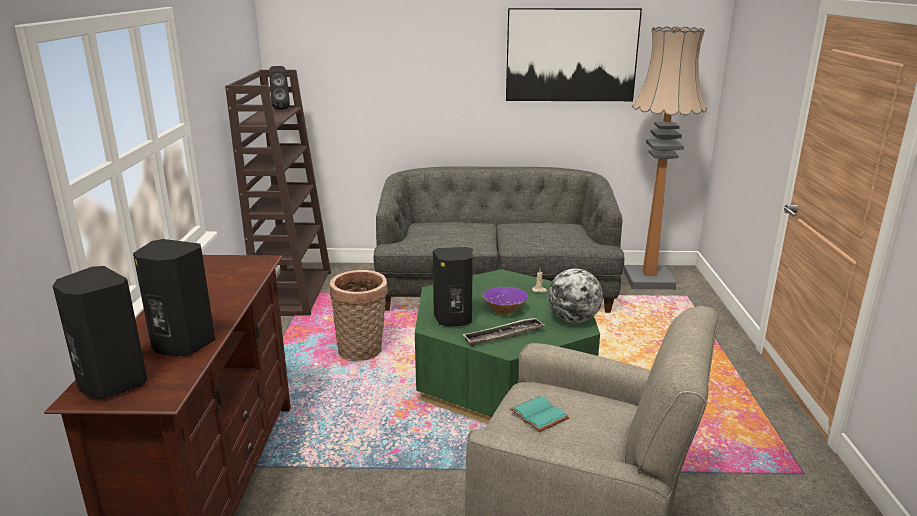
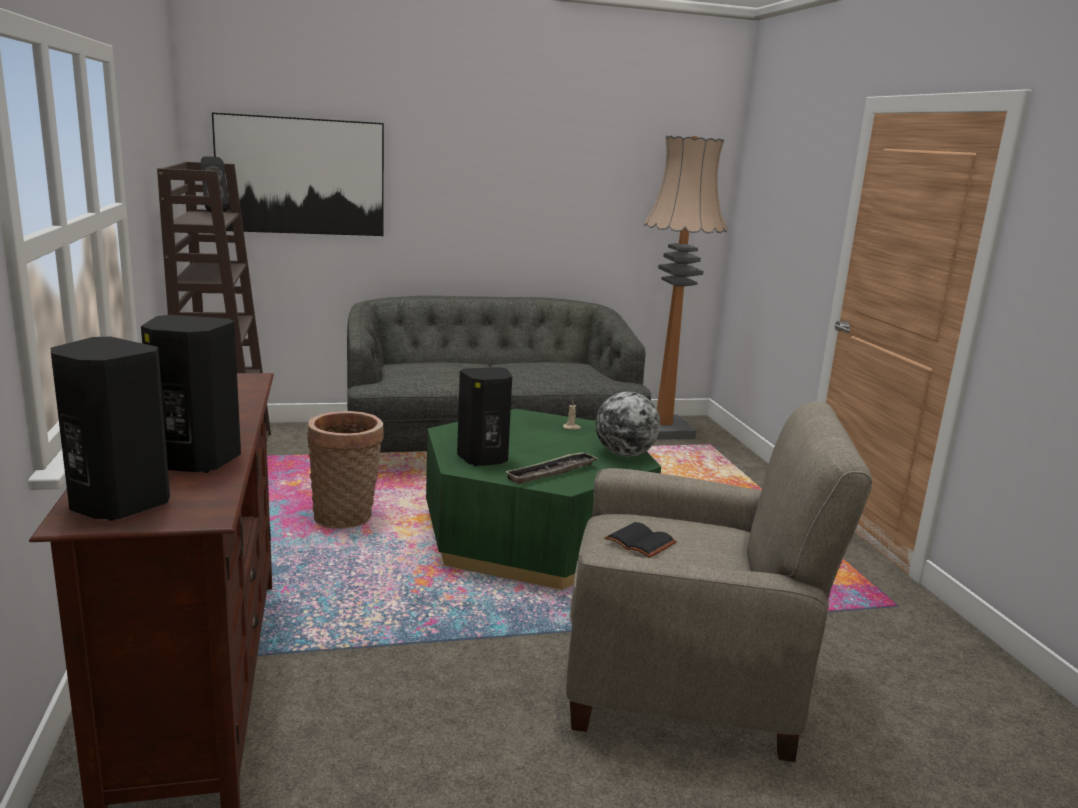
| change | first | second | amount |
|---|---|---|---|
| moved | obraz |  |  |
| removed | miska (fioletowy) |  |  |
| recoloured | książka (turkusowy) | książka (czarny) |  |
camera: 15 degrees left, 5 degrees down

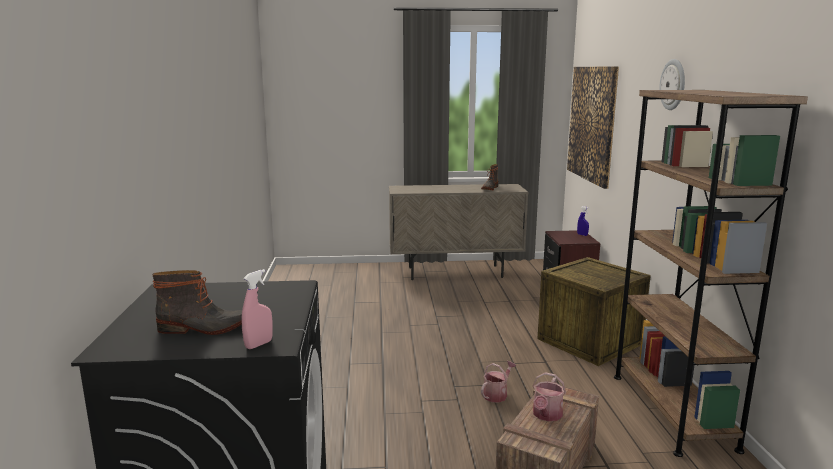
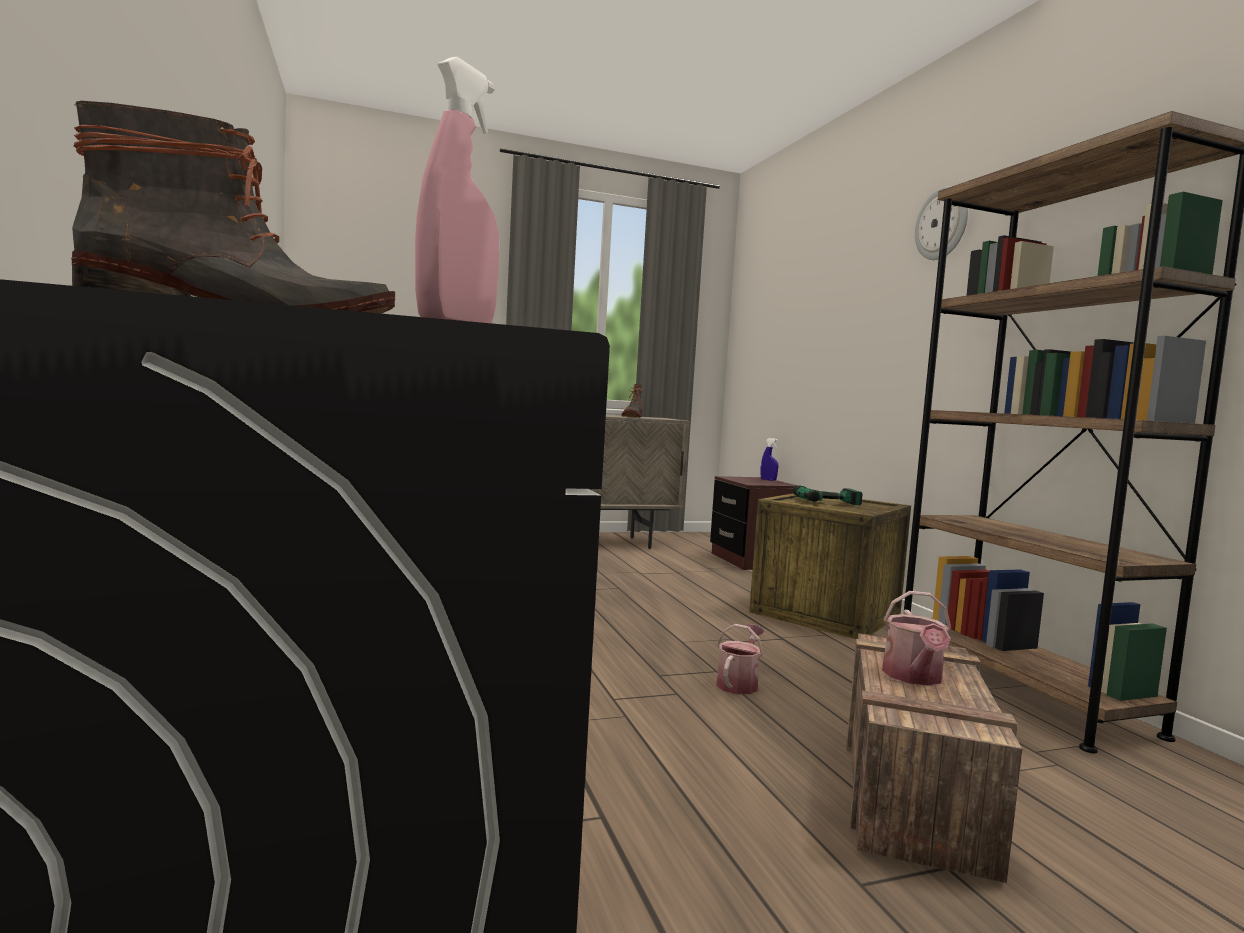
| change | first | second | amount |
|---|---|---|---|
| removed | obraz |  |  |
| added |  | wiertarka |  |
camera: 15 degrees left, 10 degrees down

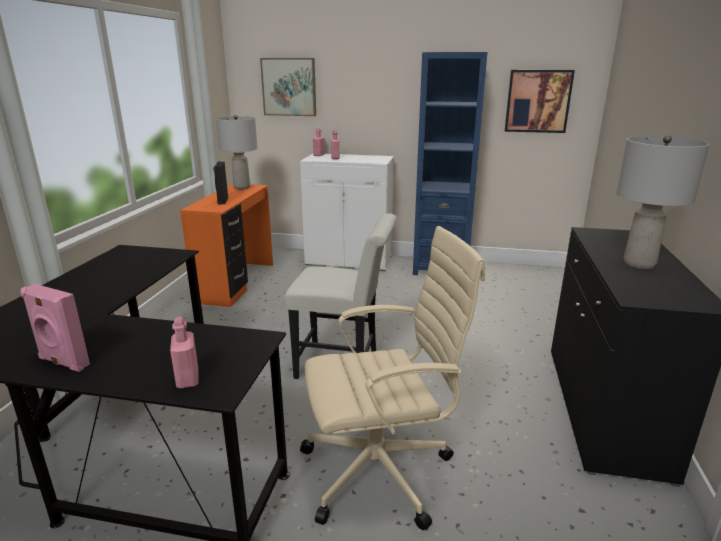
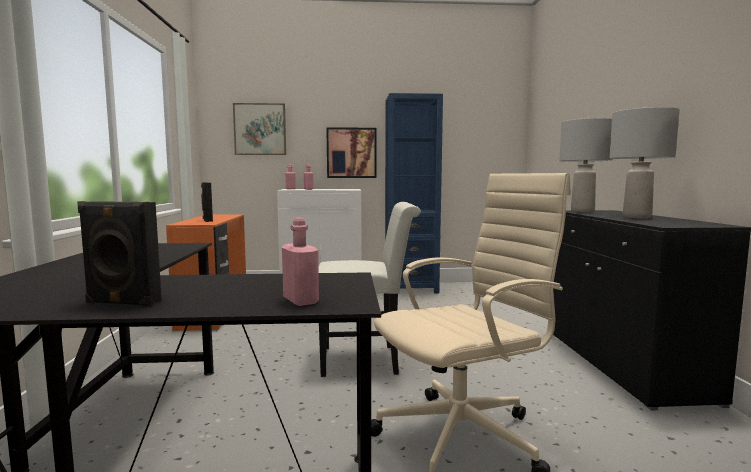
| change | first | second | amount |
|---|---|---|---|
| moved | obraz (2nd from left) |  |  |
| moved | lampa stołowa (szary) (1st from left) |  |  |
| recoloured | głośnik (różowy) | głośnik (czarny) (1st from left) |  |
camera: 15 degrees left, 15 degrees down

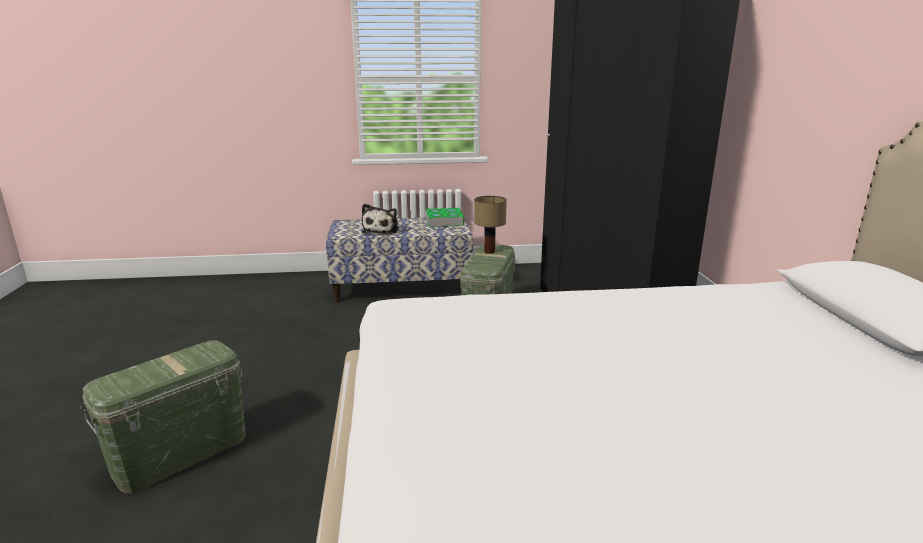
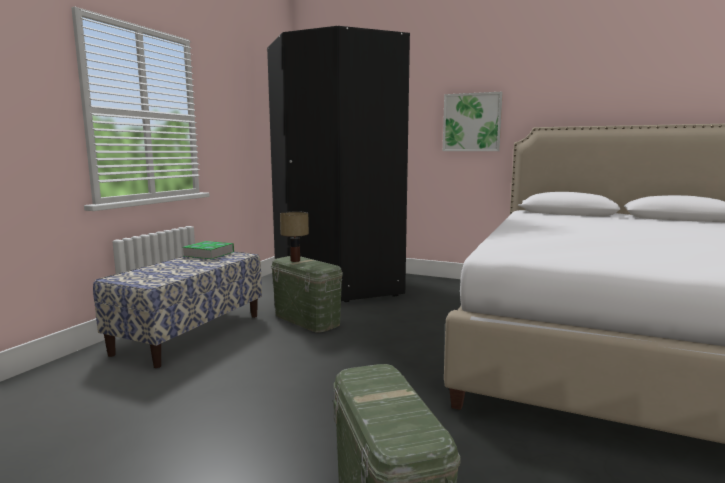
| change | first | second | amount |
|---|---|---|---|
| removed | pluszak |  |  |
| added |  | obraz |  |
camera: 60 degrees left, 10 degrees down

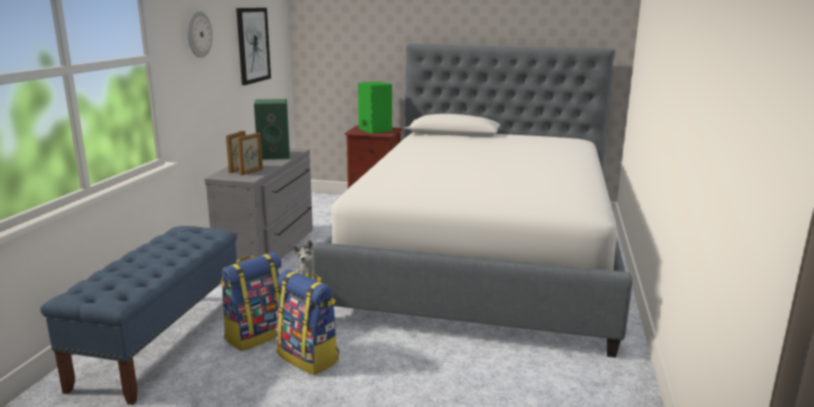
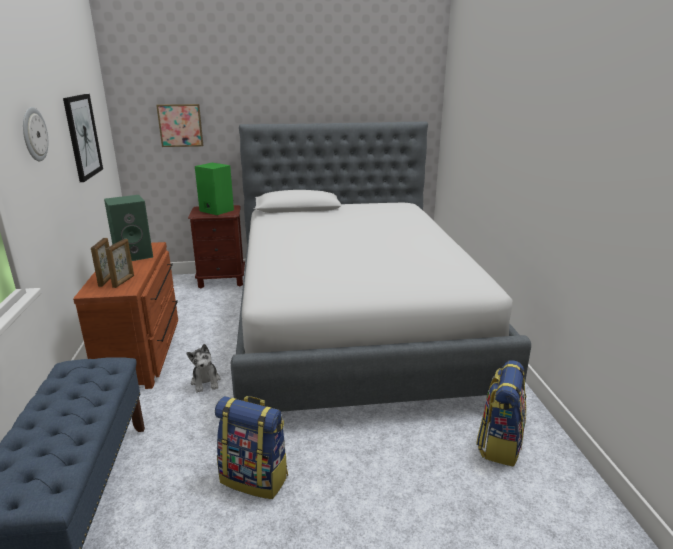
| change | first | second | amount |
|---|---|---|---|
| recoloured | komoda (szary) | komoda (brązowy) |  |
| moved | plecak (1st from left in the first image) | plecak (2nd from left) |  |
| added |  | obraz (2nd from left) |  |
camera: 20 degrees left, 5 degrees up

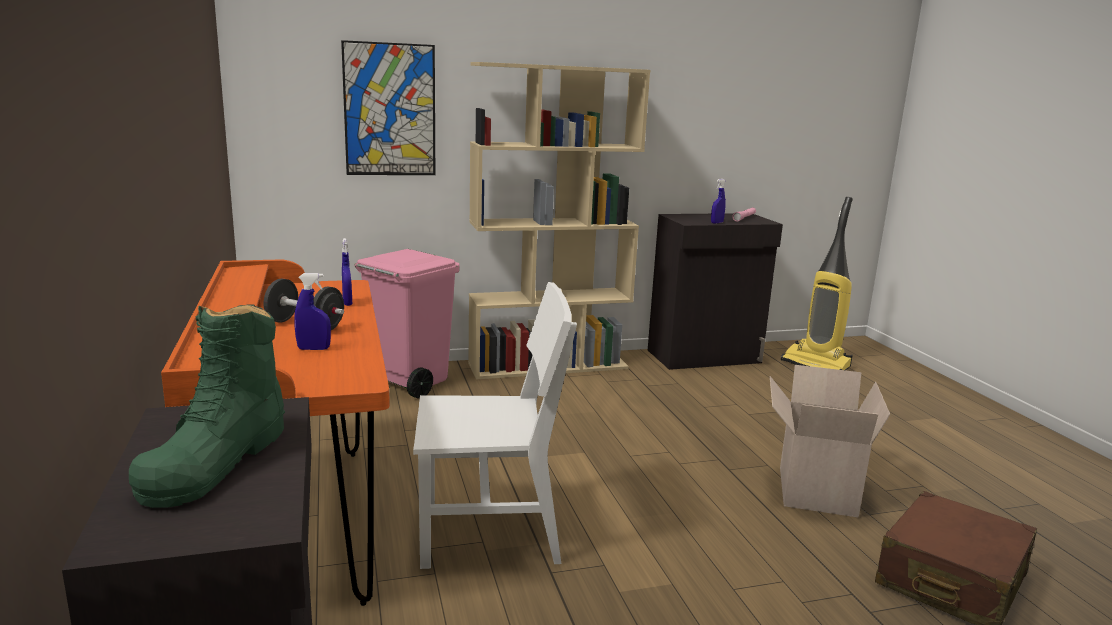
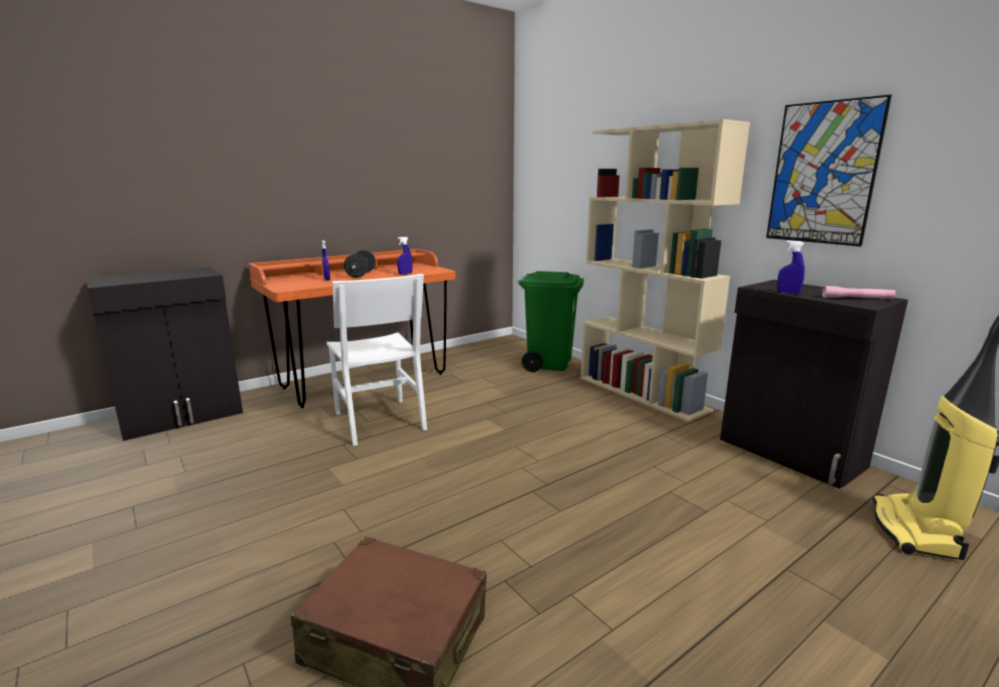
| change | first | second | amount |
|---|---|---|---|
| moved | obraz |  |  |
| recoloured | kosz na śmieci (różowy) | kosz na śmieci (zielony) |  |
| removed | but z cholewką (zielony) |  |  |
| removed | karton |  |  |
camera: 70 degrees right, 0 degrees up

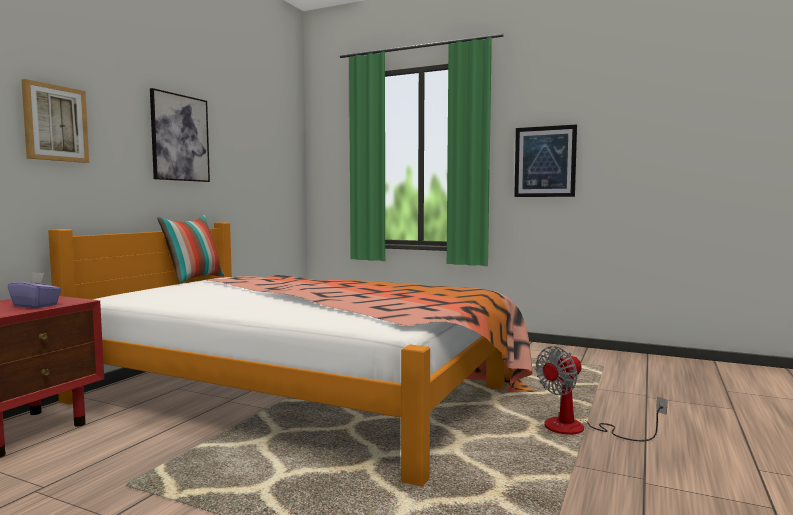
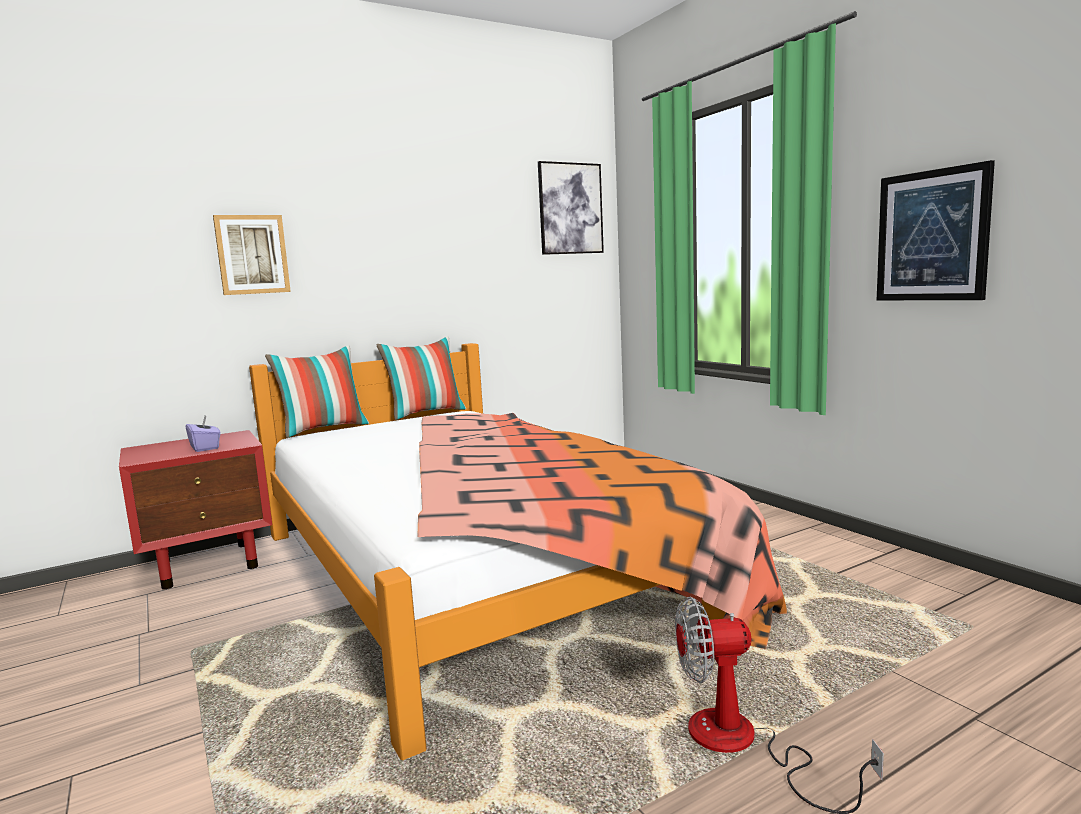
| change | first | second | amount |
|---|---|---|---|
| moved | obraz (2nd from left) |  |  |
| added |  | poduszka (1st from left) |  |
camera: 35 degrees right, 5 degrees up

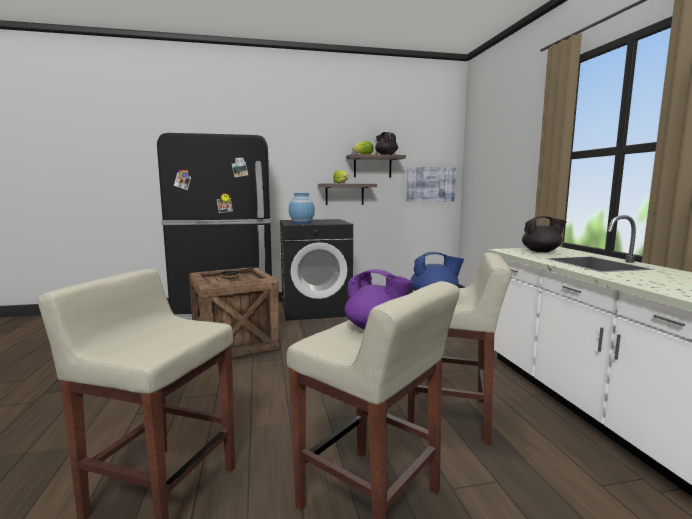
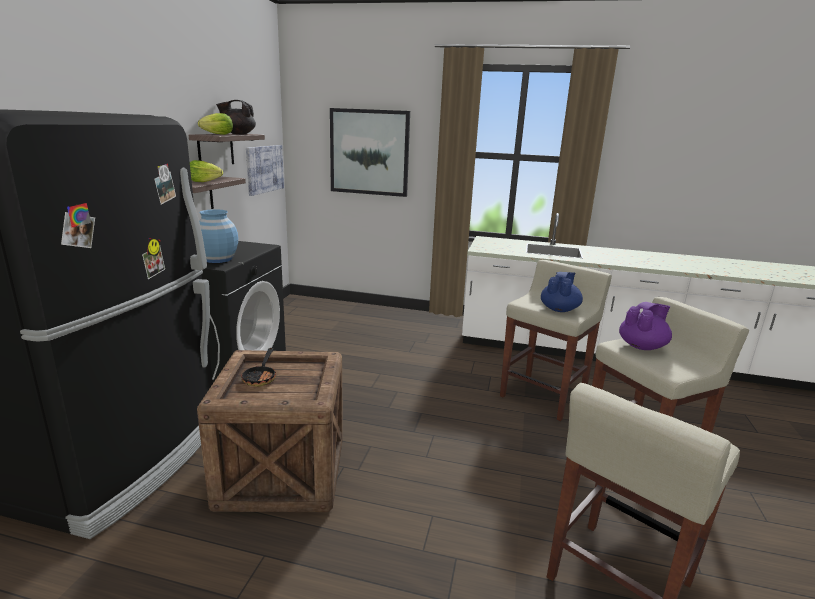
| change | first | second | amount |
|---|---|---|---|
| removed | imbryk (czarny) (2nd from left) |  |  |
| added |  | obraz (2nd from left) |  |
camera: 65 degrees left, 10 degrees up

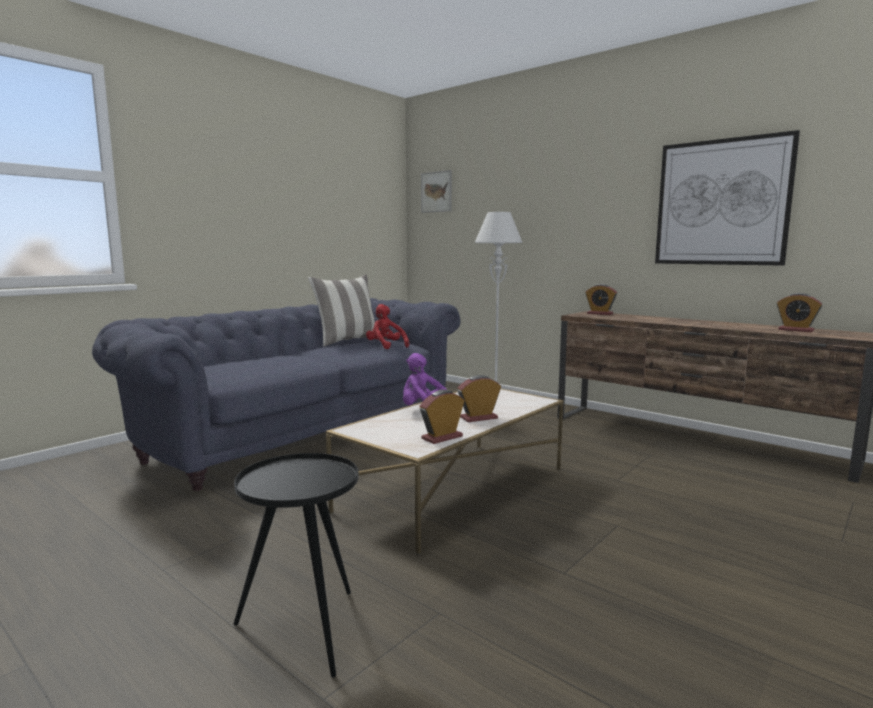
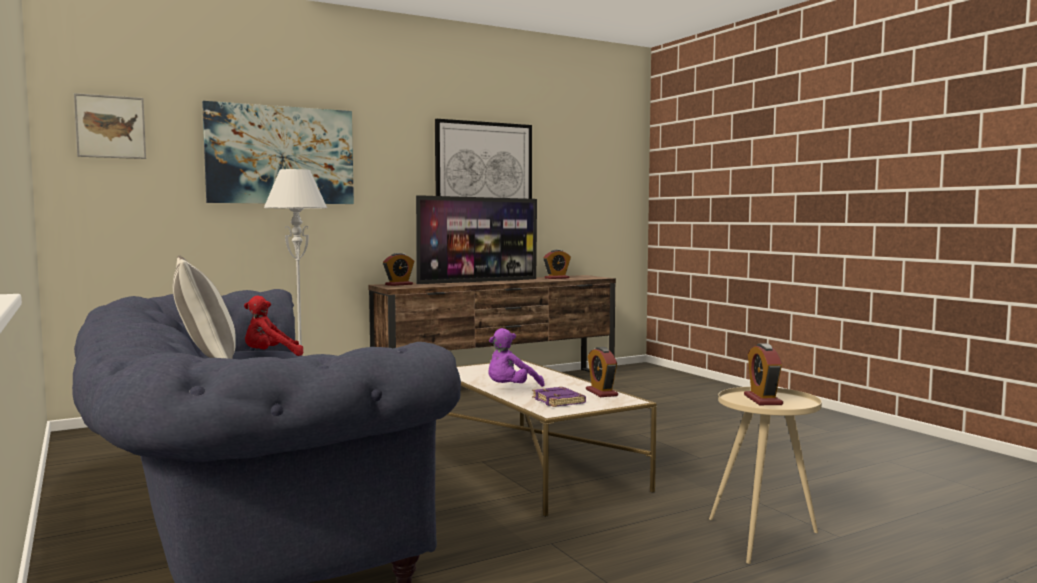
| change | first | second | amount |
|---|---|---|---|
| moved | budzik (2nd from left in the first image) | budzik (4th from left) |  |
| recoloured | stolik (czarny) | stolik (beżowy) |  |
| added |  | obraz (2nd from left) |  |
| added |  | telewizor |  |
| added |  | książka (fioletowy) |  |
camera: 70 degrees left, 5 degrees down

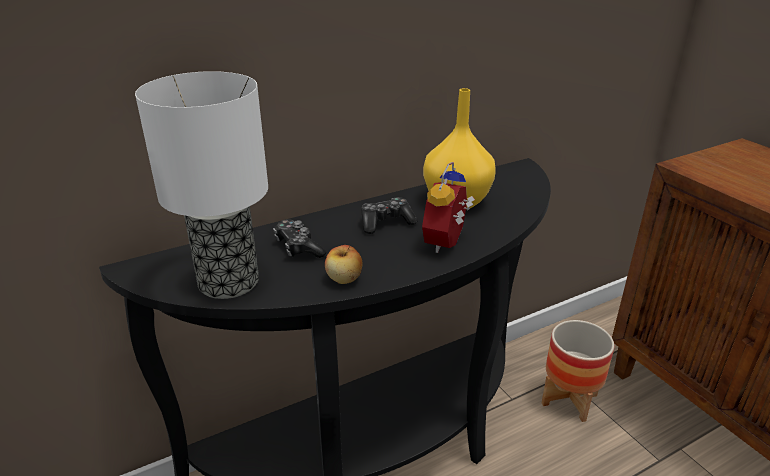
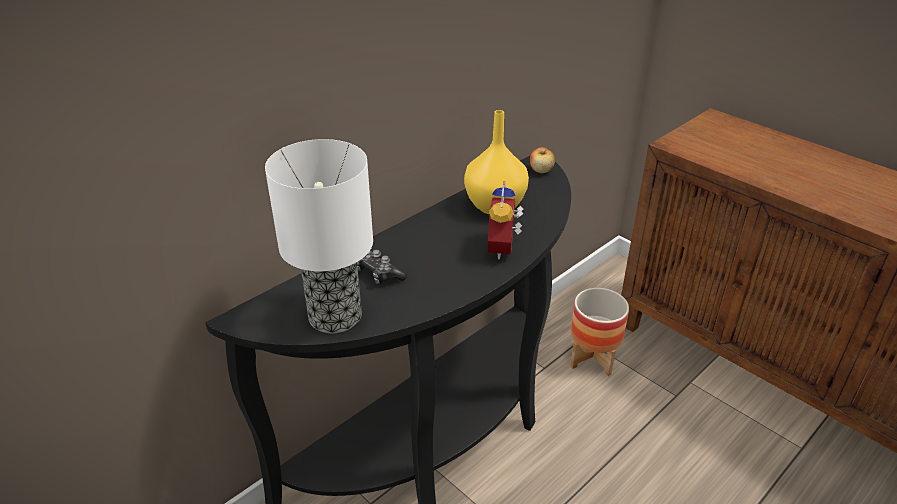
| change | first | second | amount |
|---|---|---|---|
| removed | pad do gier (2nd from left) |  |  |
| moved | jabłko |  |  |
camera: 15 degrees left, 5 degrees up

